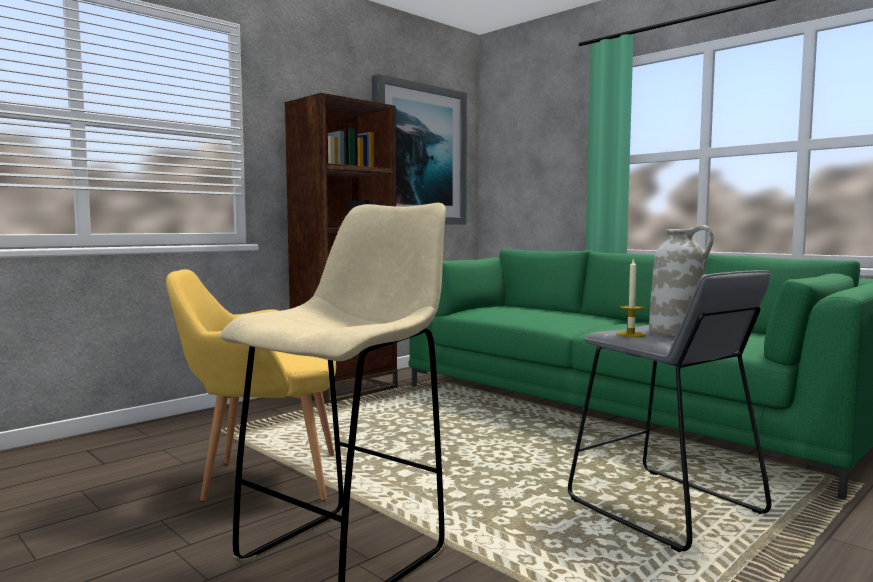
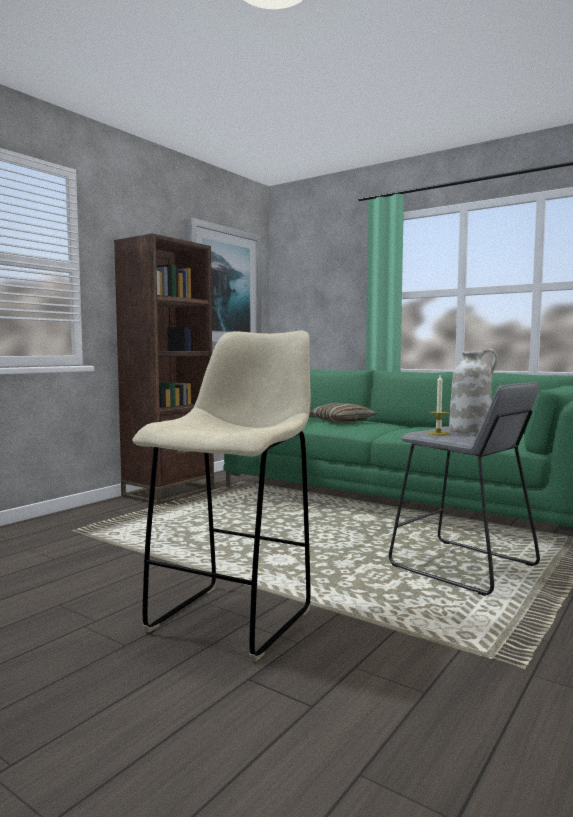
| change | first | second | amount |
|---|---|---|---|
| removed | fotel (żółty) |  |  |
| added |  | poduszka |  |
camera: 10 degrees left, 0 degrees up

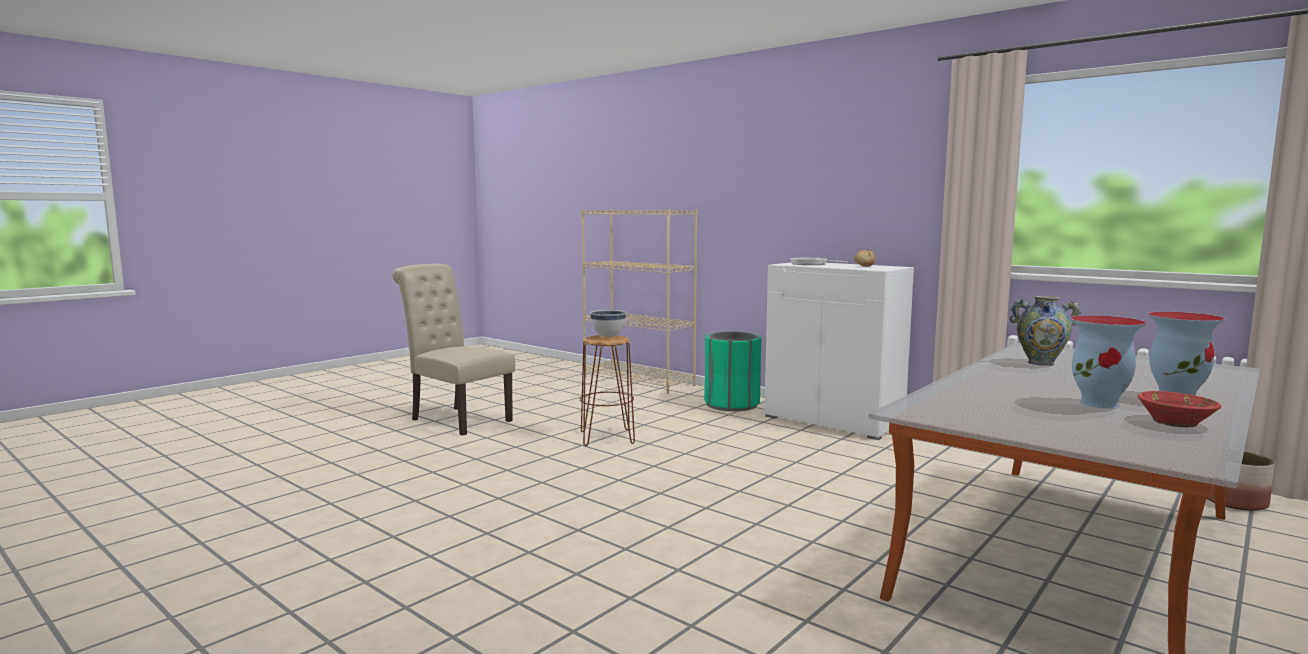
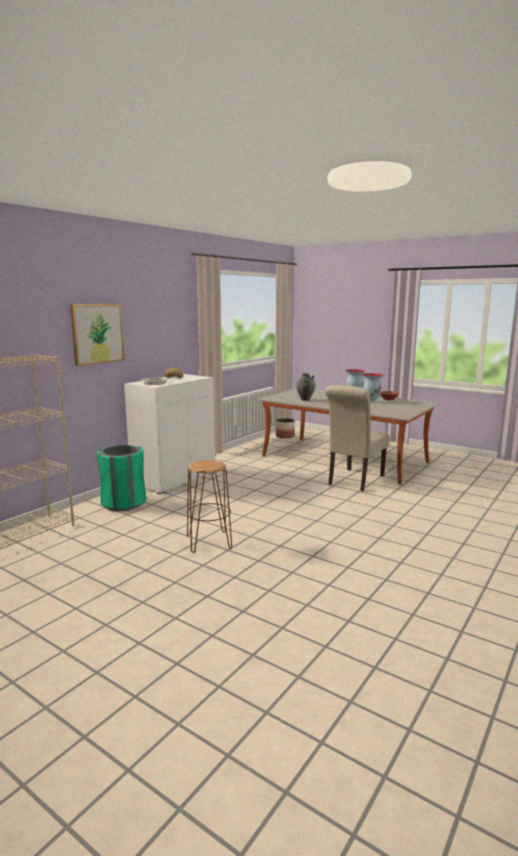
| change | first | second | amount |
|---|---|---|---|
| moved | krzesło (beżowy) |  |  |
| removed | miska (biały) |  |  |
| added |  | obraz |  |
camera: 95 degrees left, 5 degrees up

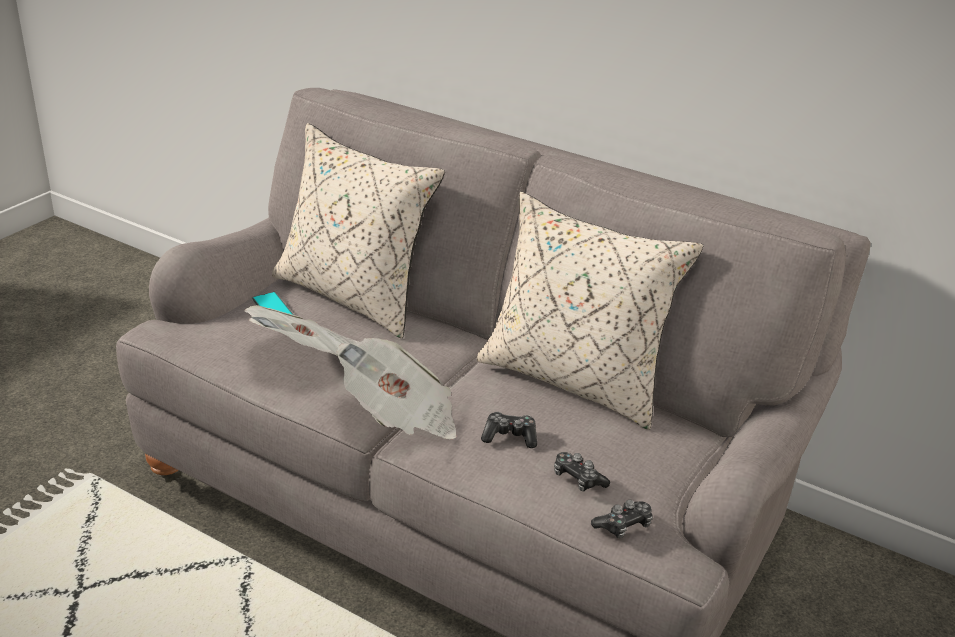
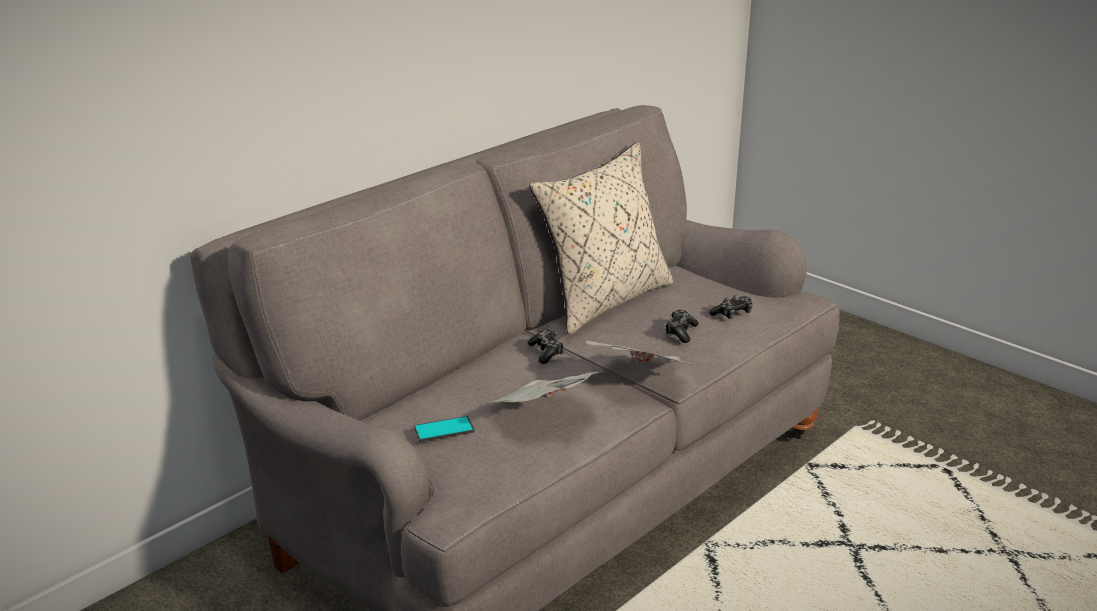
| change | first | second | amount |
|---|---|---|---|
| removed | poduszka (beżowy) (1st from left) |  |  |
| moved | pad do gier (3rd from left in the first image) | pad do gier (1st from left) |  |
camera: 75 degrees left, 5 degrees down

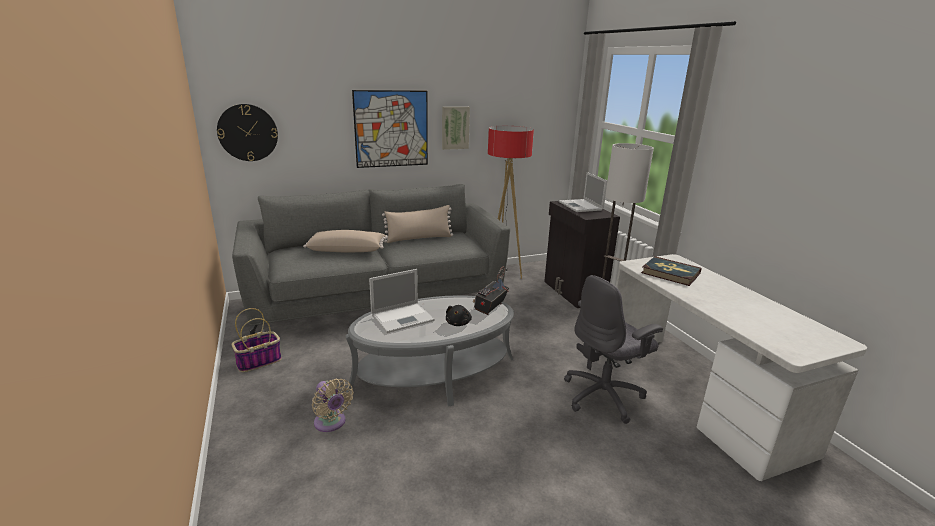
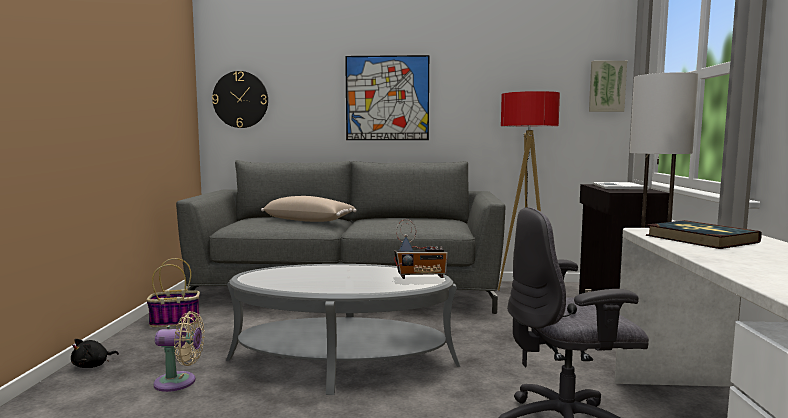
| change | first | second | amount |
|---|---|---|---|
| moved | obraz (2nd from left) |  |  |
| removed | poduszka (beżowy) (2nd from left) |  |  |
| turned | radio |  | 150 degrees counterclockwise |
| removed | laptop (1st from left) |  |  |
| moved | pluszak (czarny) |  |  |
| turned | wentylator (beżowy) |  | 75 degrees counterclockwise |
camera: 25 degrees right, 15 degrees down

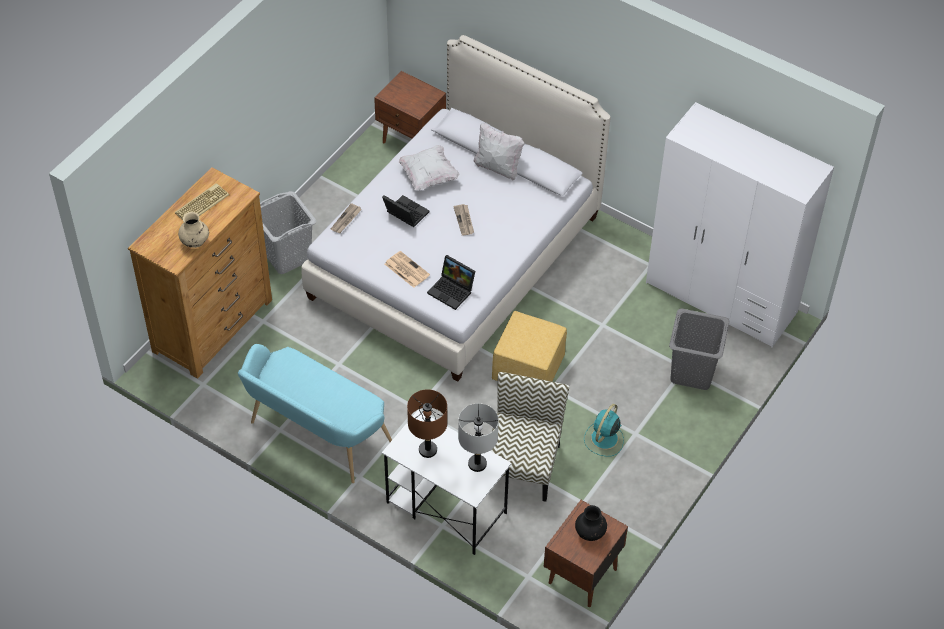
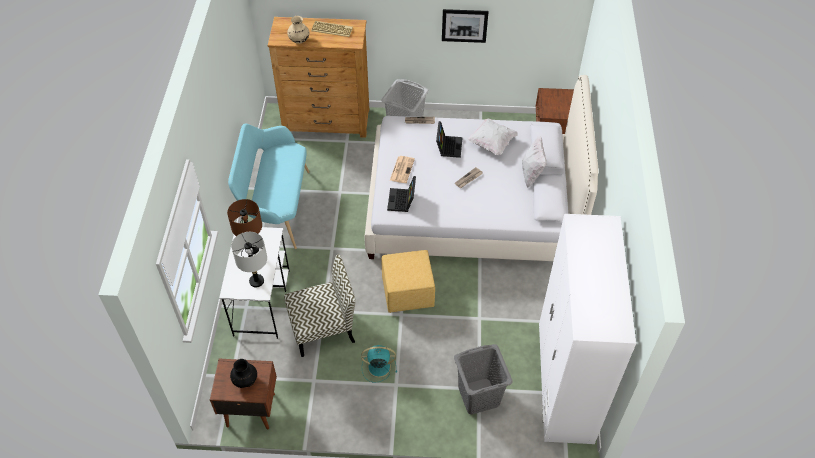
| change | first | second | amount |
|---|---|---|---|
| added |  | obraz |  |
camera: 60 degrees right, 0 degrees up

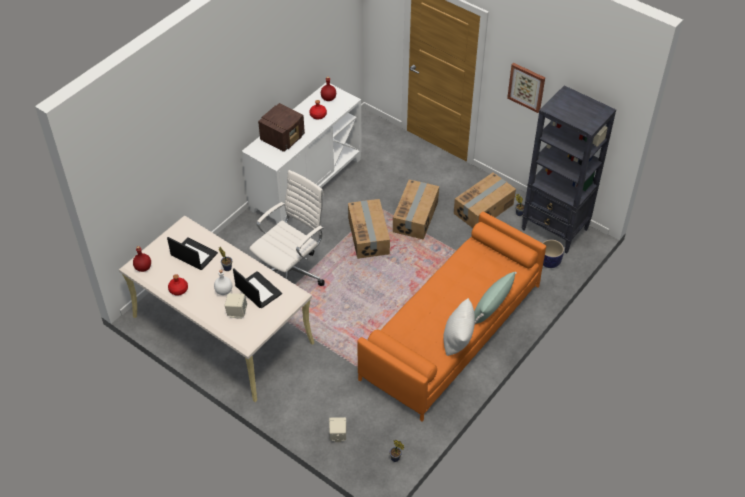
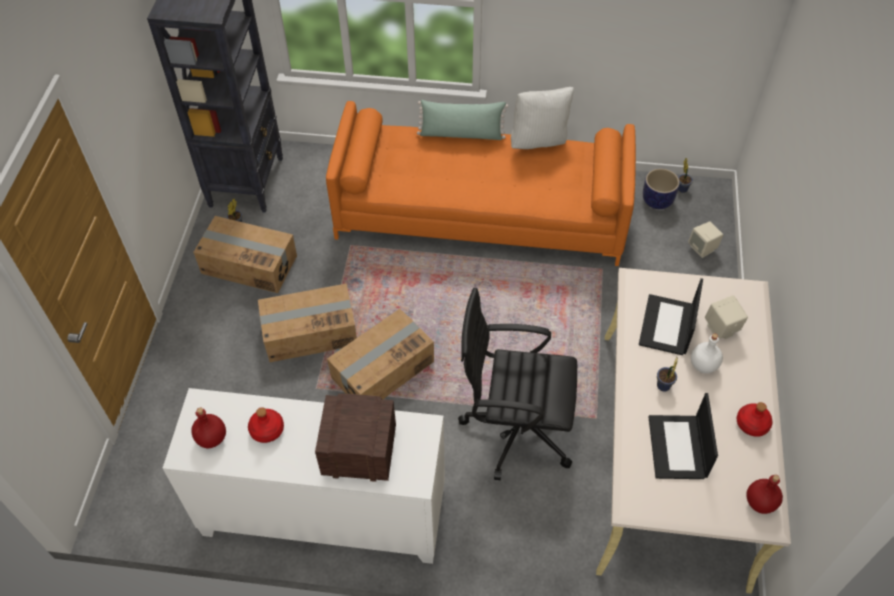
| change | first | second | amount |
|---|---|---|---|
| removed | obraz |  |  |
| recoloured | krzesło biurowe (biały) | krzesło biurowe (czarny) |  |
| moved | donica |  |  |
camera: 120 degrees left, 5 degrees up

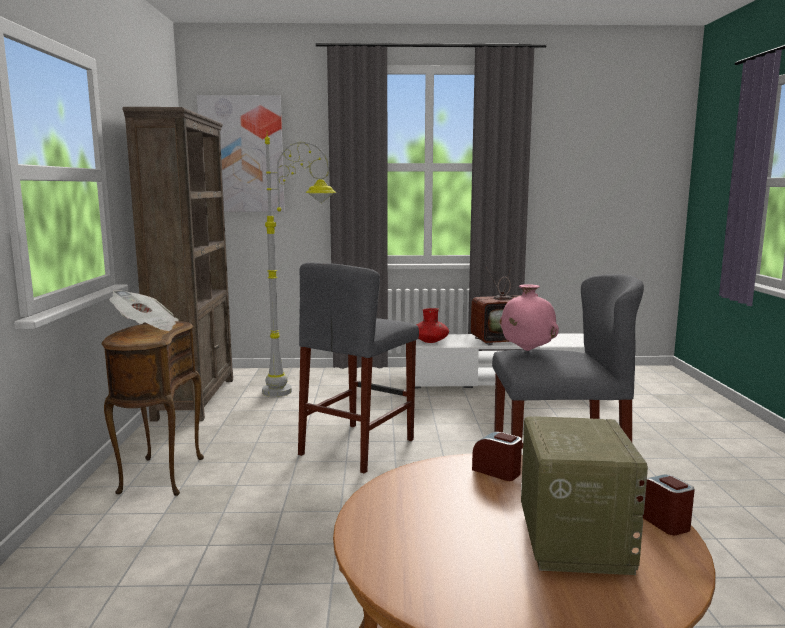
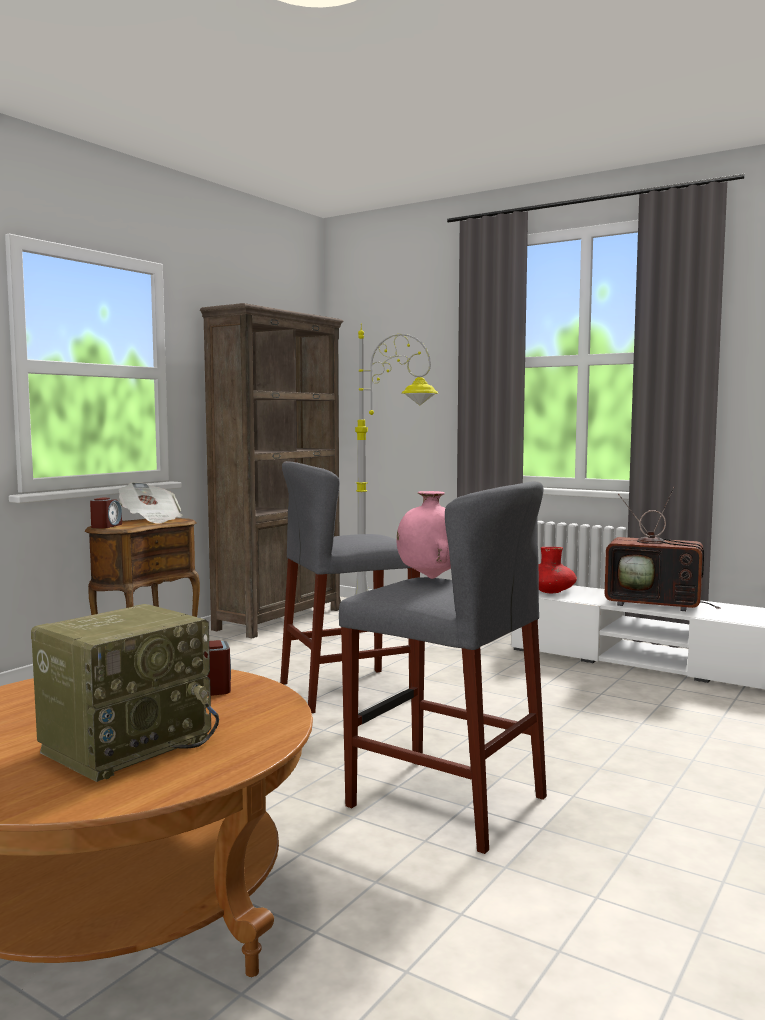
| change | first | second | amount |
|---|---|---|---|
| removed | obraz |  |  |
| moved | budzik (2nd from left in the first image) | budzik (1st from left) |  |
camera: 35 degrees right, 5 degrees down

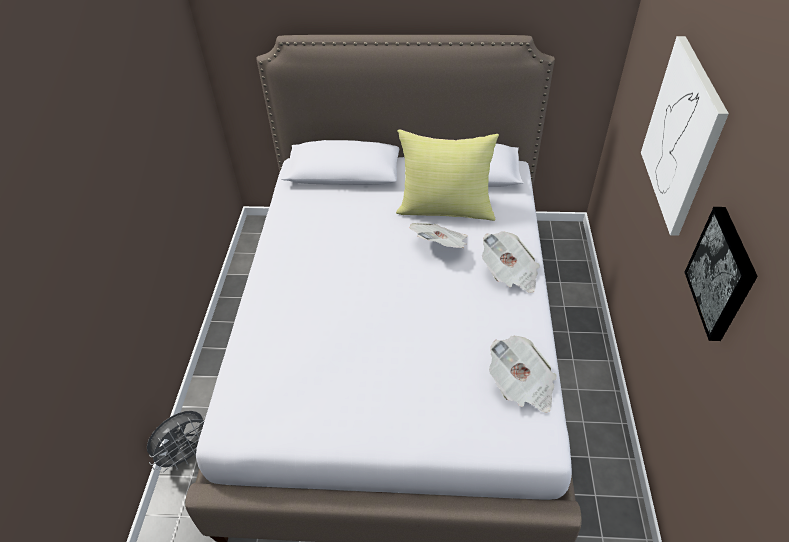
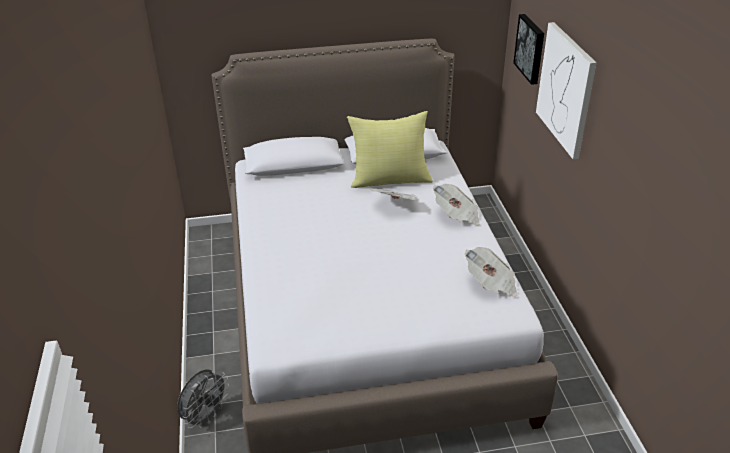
| change | first | second | amount |
|---|---|---|---|
| moved | obraz (2nd from left in the first image) | obraz (1st from left) |  |
camera: 15 degrees left, 10 degrees down

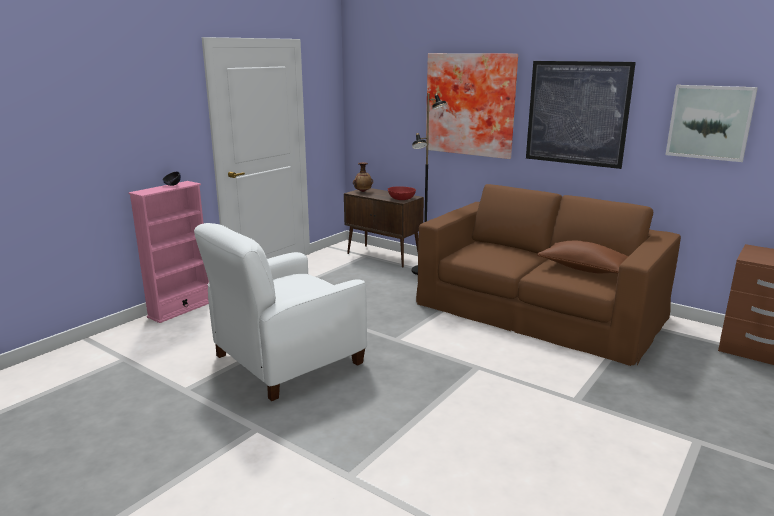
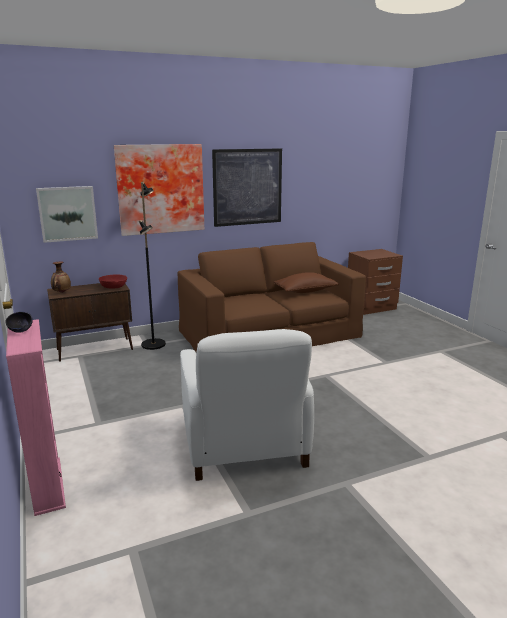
| change | first | second | amount |
|---|---|---|---|
| moved | obraz (3rd from left in the first image) | obraz (1st from left) |  |
camera: 60 degrees left, 0 degrees up

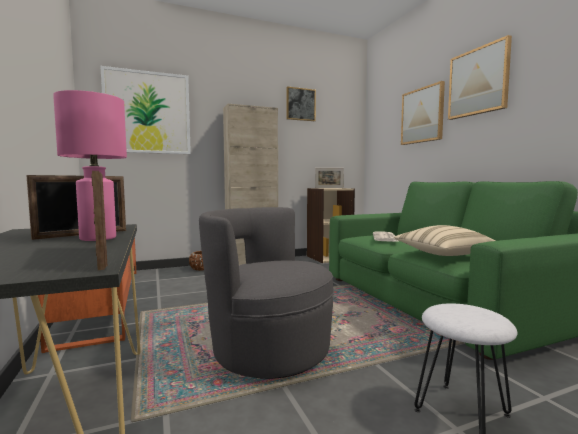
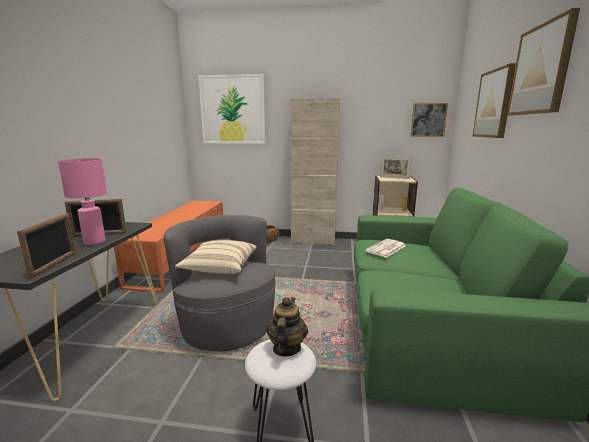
| change | first | second | amount |
|---|---|---|---|
| moved | obraz (2nd from left) |  |  |
| moved | poduszka (beżowy) |  |  |
| added |  | imbryk |  |
camera: 30 degrees right, 10 degrees up

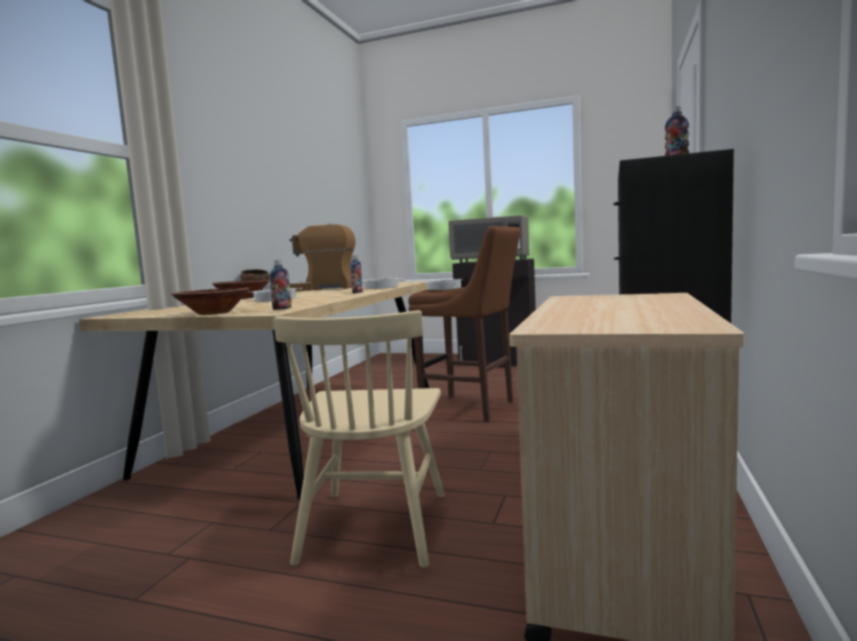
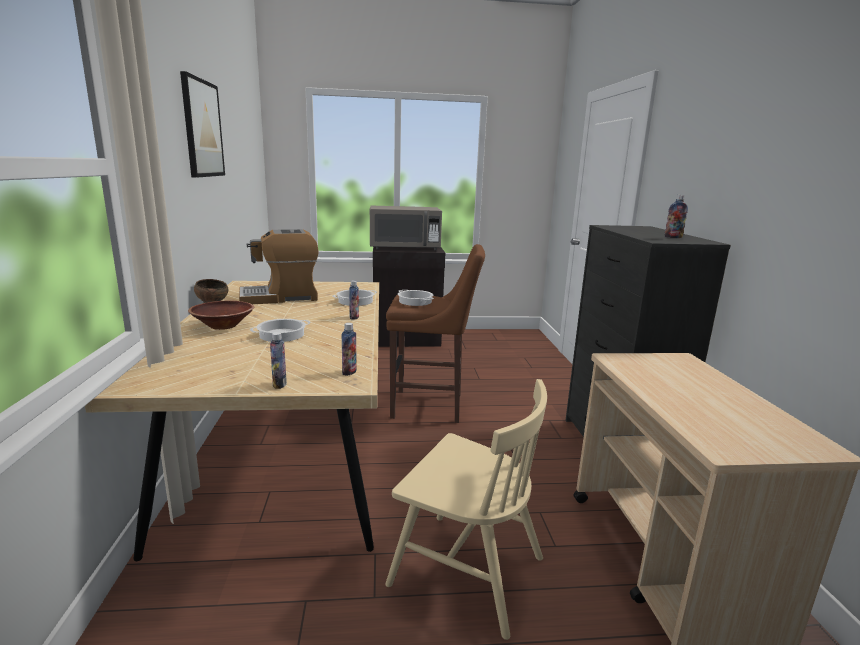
| change | first | second | amount |
|---|---|---|---|
| replaced | miska (brązowy) (1st from left) | butelka (1st from left) |  |
| turned | krzesło (beżowy) |  | 45 degrees counterclockwise |
| added |  | obraz |  |
camera: 25 degrees left, 10 degrees up

